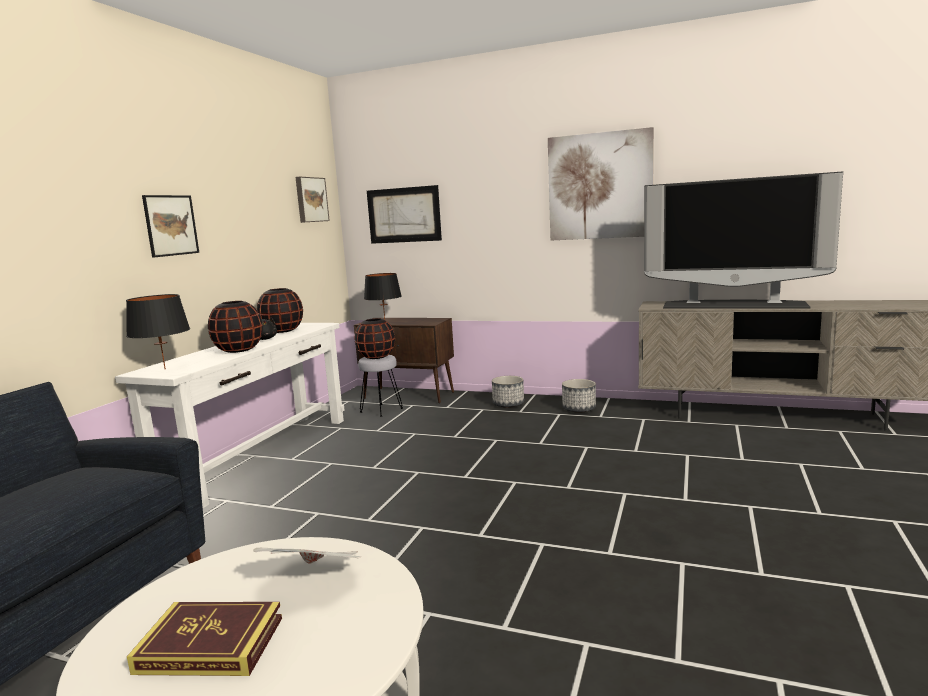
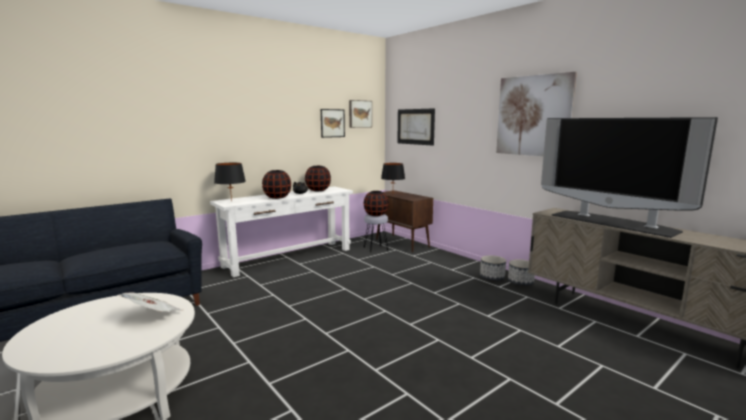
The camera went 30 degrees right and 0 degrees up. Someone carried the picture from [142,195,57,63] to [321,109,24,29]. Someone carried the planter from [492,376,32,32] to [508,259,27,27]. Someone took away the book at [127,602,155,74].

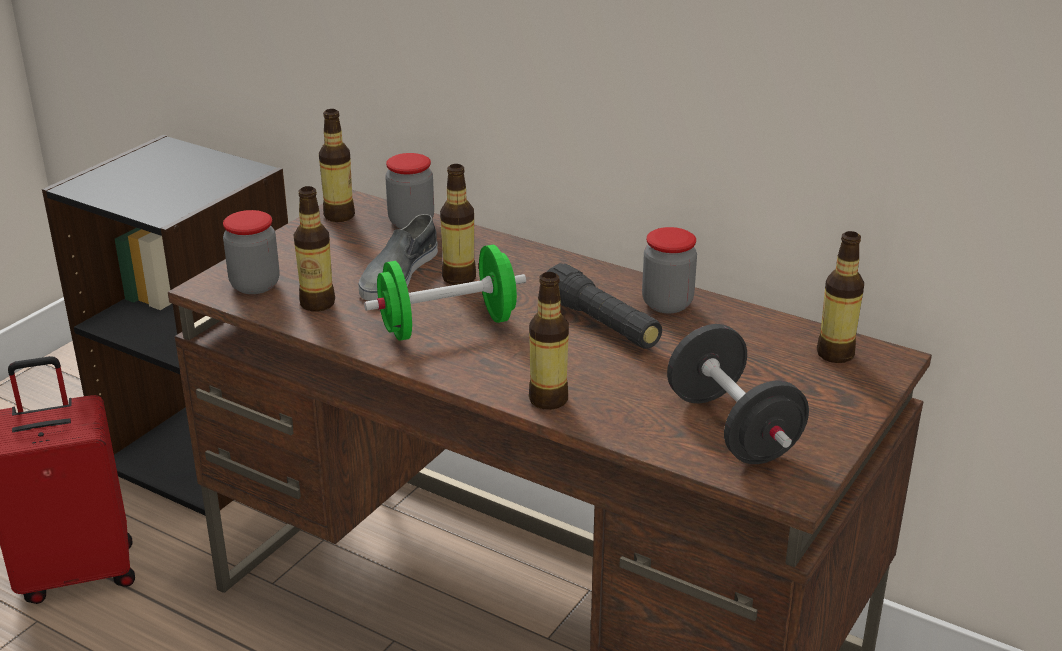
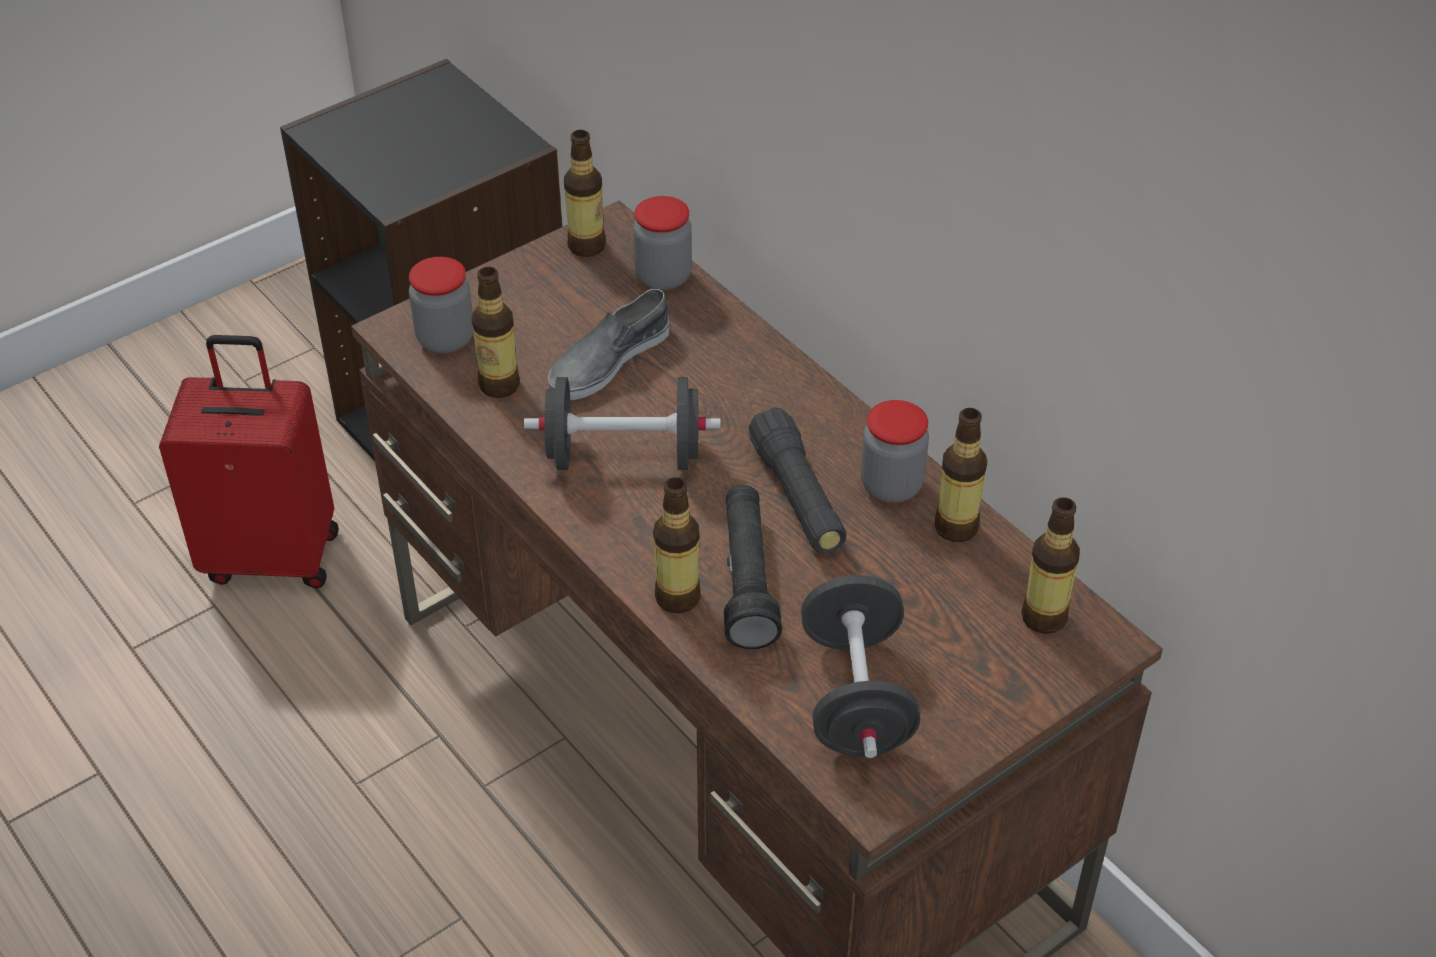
The camera went 20 degrees right and 15 degrees up. Someone repainted the green dumbbell at [364,245,162,96], which became the black dumbbell at [524,377,197,93]. Someone put down the black flashlight at [724,485,58,164]. Someone carried the bottle from [440,164,36,121] to [935,408,52,134].

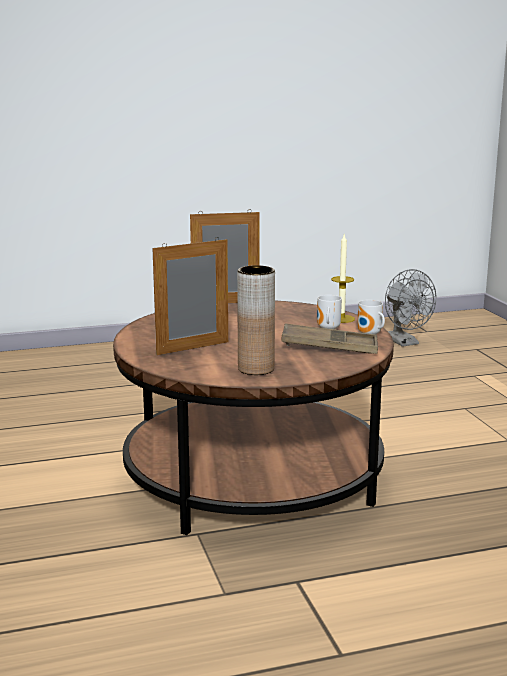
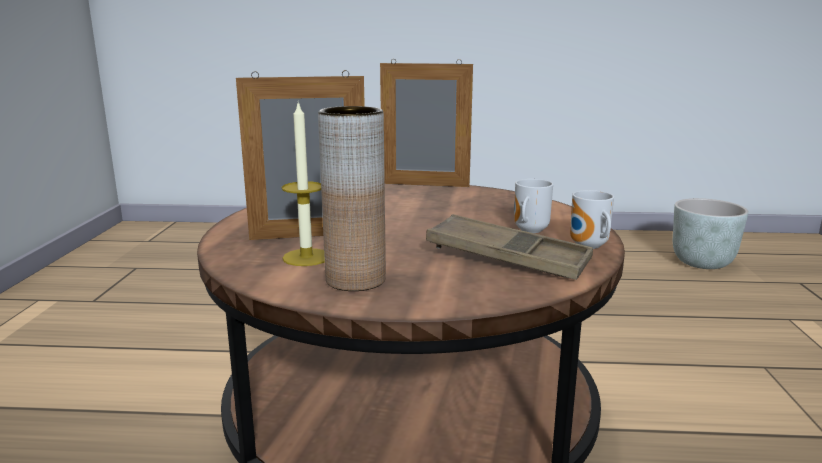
The camera went 20 degrees right and 0 degrees up. Someone carried the candle from [331,235,24,88] to [281,102,44,164]. Someone swapped the grey fan at [385,269,52,78] for the grey planter at [673,198,76,71].

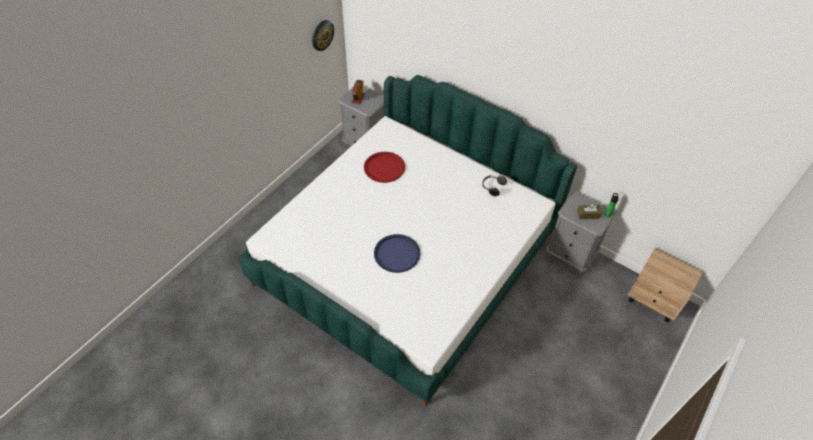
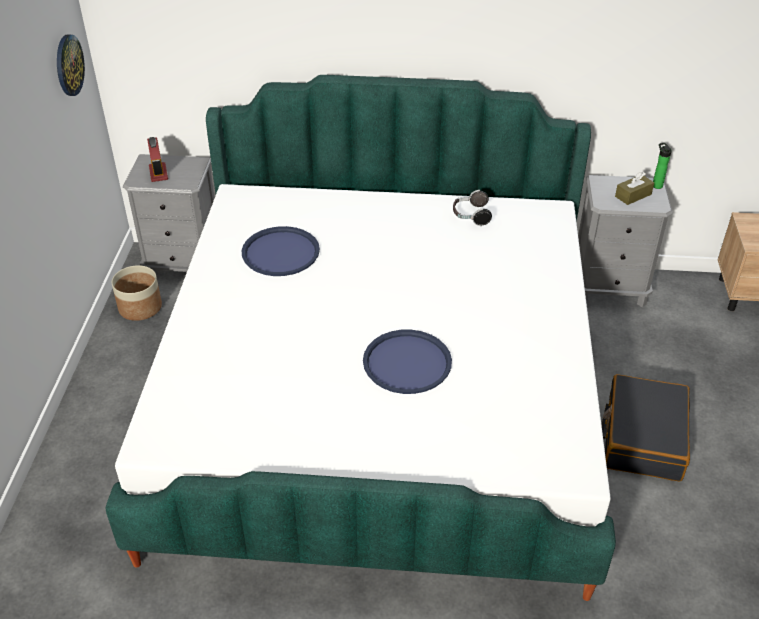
The camera went 30 degrees left and 10 degrees down. Someone put down the planter at [112,265,50,56]. Someone repainted the red tray at [364,152,41,31], which became the blue tray at [241,226,79,50]. Someone put down the black suitcase at [602,374,88,108].

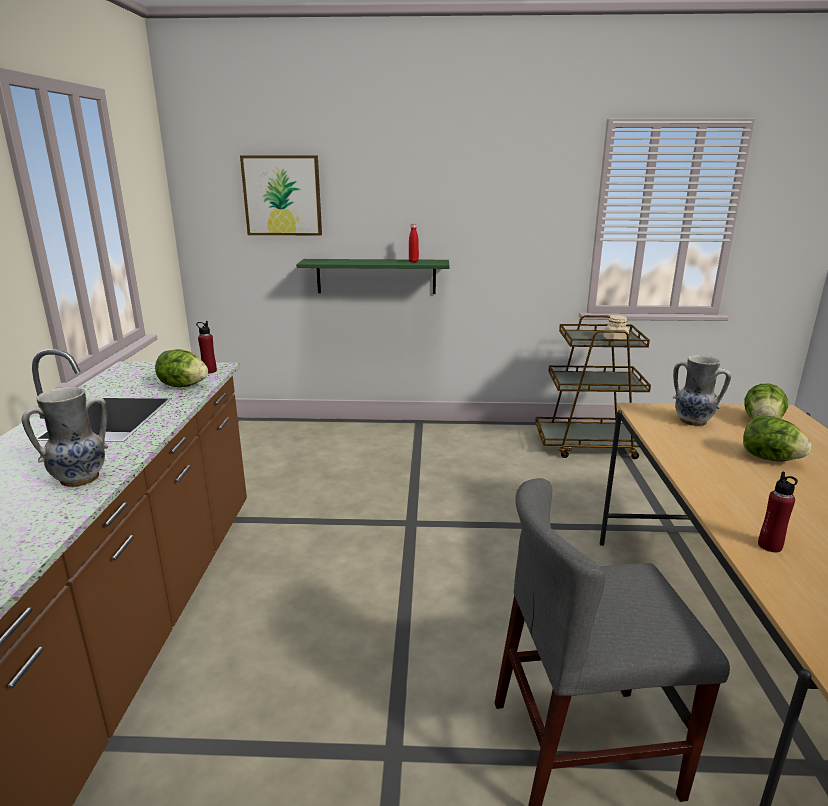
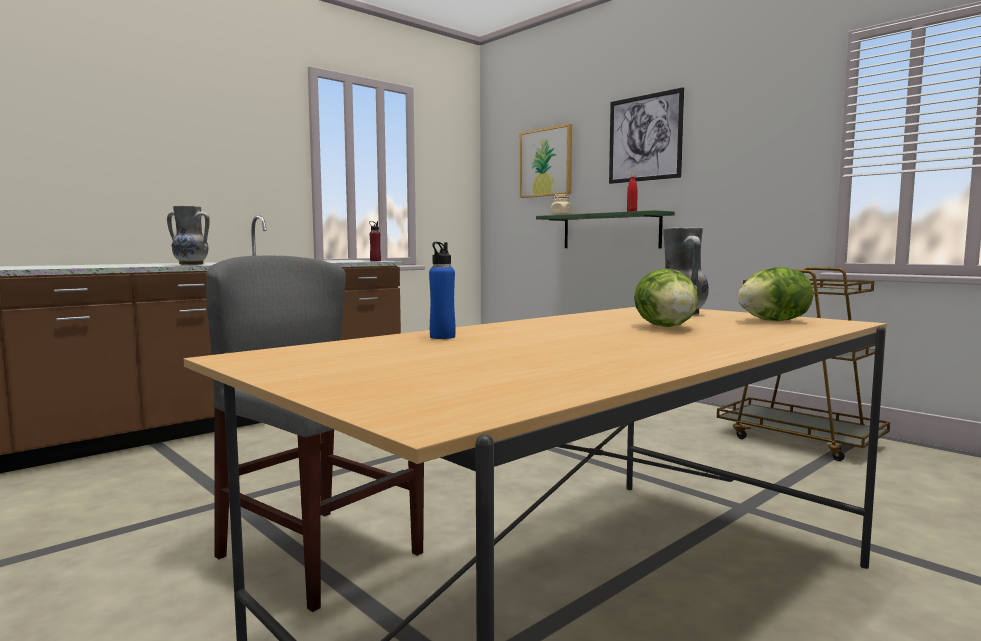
The camera went 45 degrees right and 15 degrees down. Someone repainted the red bottle at [758,472,40,80], which became the blue bottle at [429,242,27,97]. Someone carried the beige jar from [603,315,26,24] to [551,194,21,21]. Someone put up the picture at [609,87,75,97]. Someone took away the lettuce at [155,349,53,38].

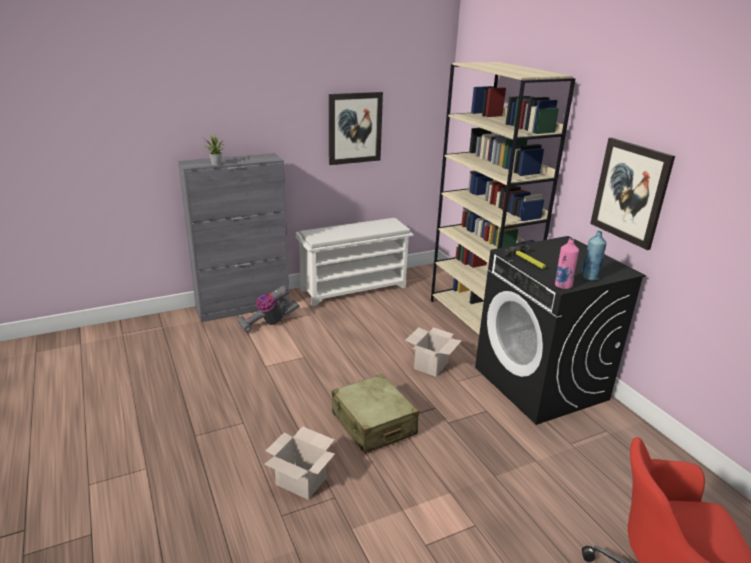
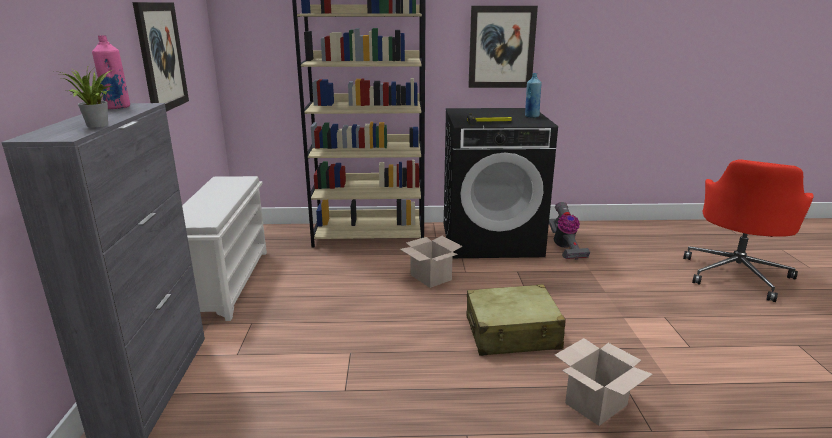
The camera went 65 degrees left and 5 degrees down. Someone carried the pink bottle from [555,238,24,51] to [92,35,38,74]. Someone carried the vacuum cleaner from [237,285,63,48] to [549,202,41,58].

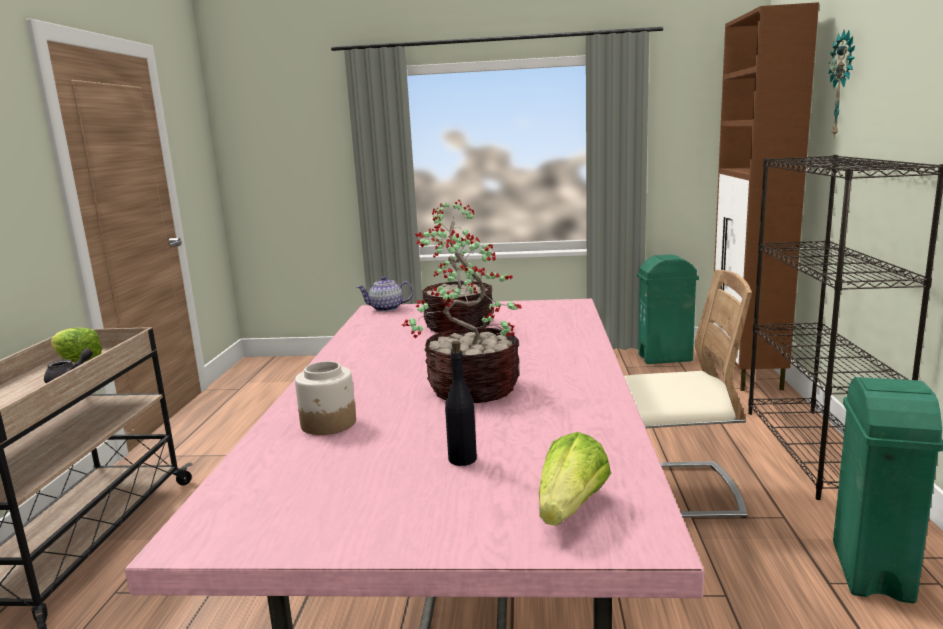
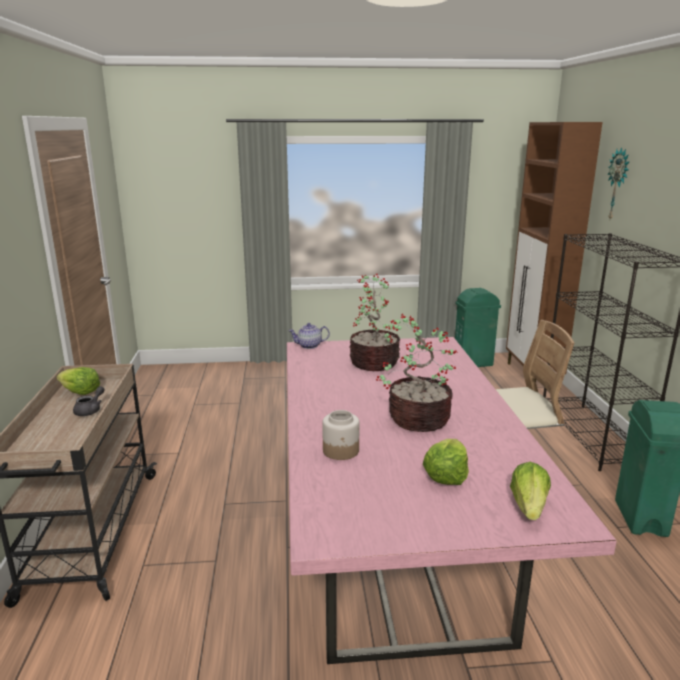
The camera went 10 degrees left and 5 degrees up. Someone swapped the black bottle at [445,341,32,125] for the lettuce at [423,439,46,46].

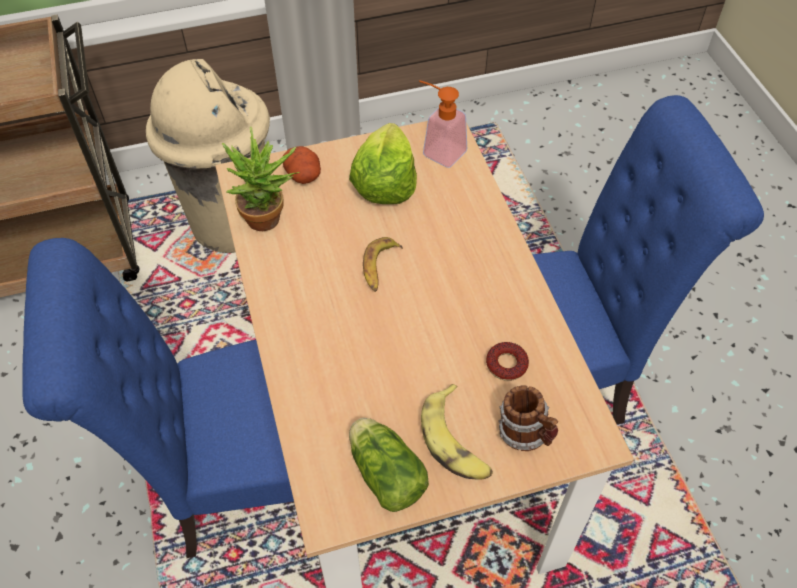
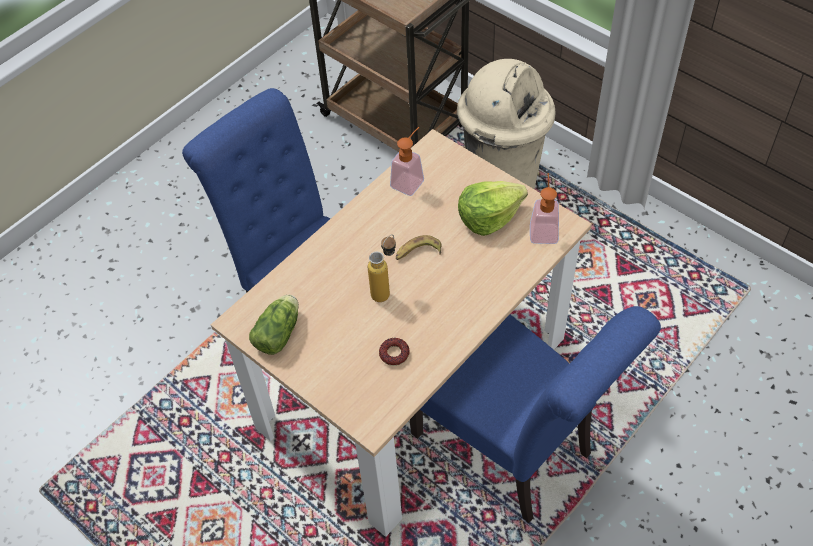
The camera went 60 degrees right and 0 degrees up. Someone put down the bottle at [368,235,28,67]. Someone swapped the potted plant at [222,127,77,104] for the soap dispenser at [390,127,34,69]. Someone took away the potato at [283,146,38,38]. Someone took away the banana at [421,384,72,96]. Someone took away the mug at [498,385,60,66].

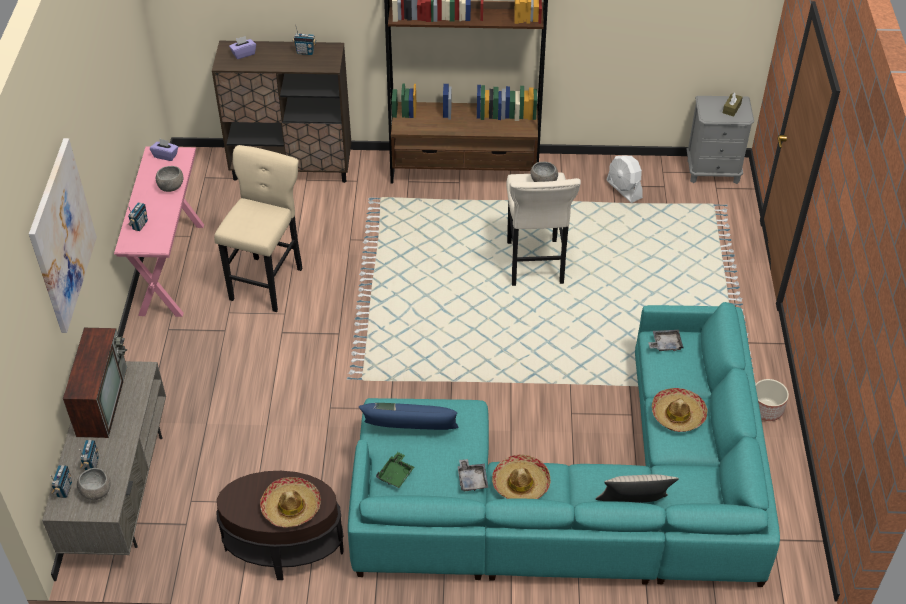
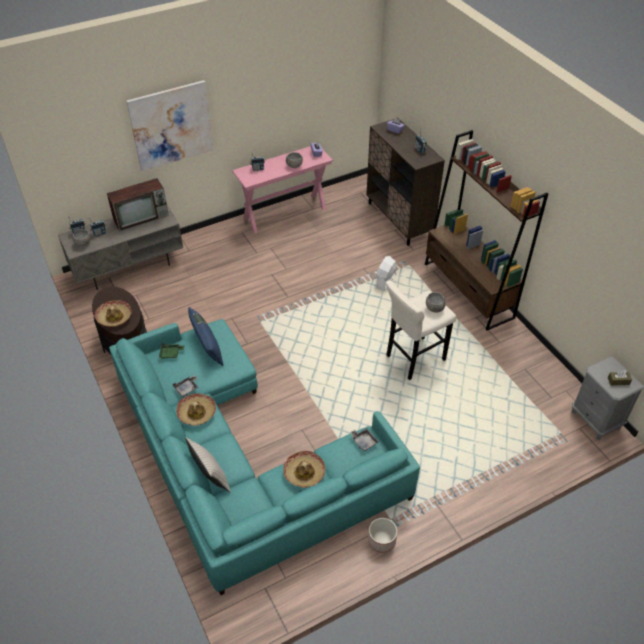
The camera went 60 degrees right and 0 degrees up. Someone carried the white fan from [606,156,37,47] to [376,256,20,35]. Someone took away the beige stool at [214,145,89,167].

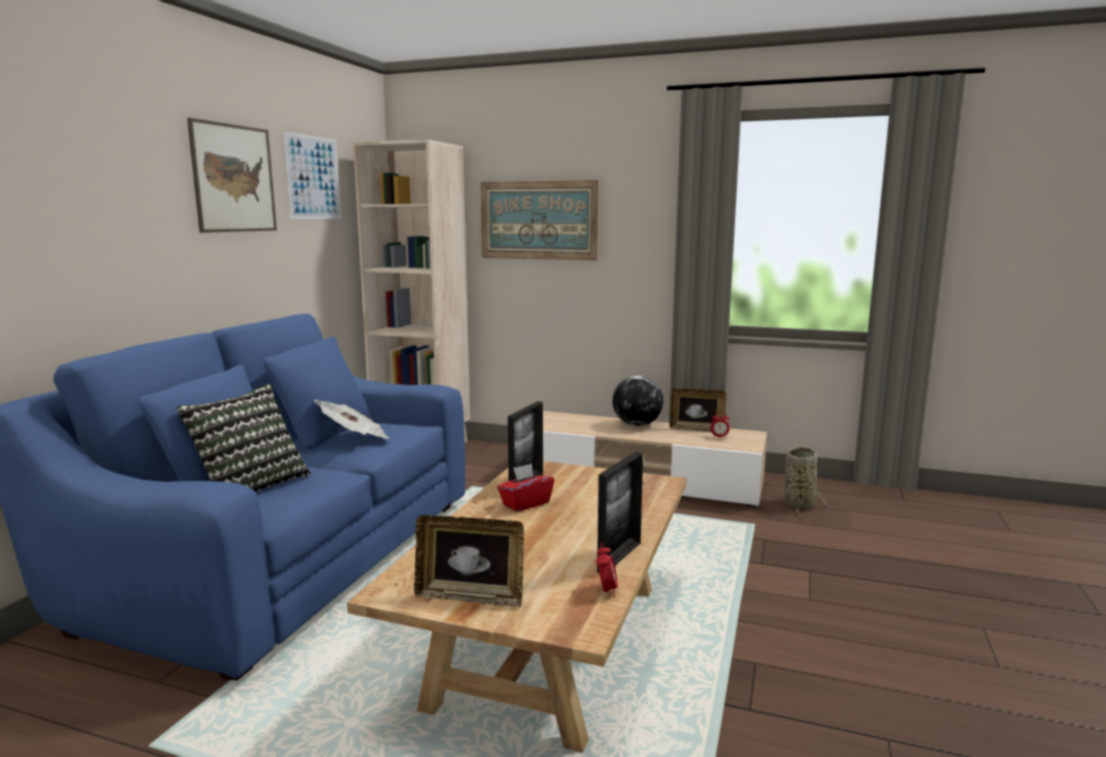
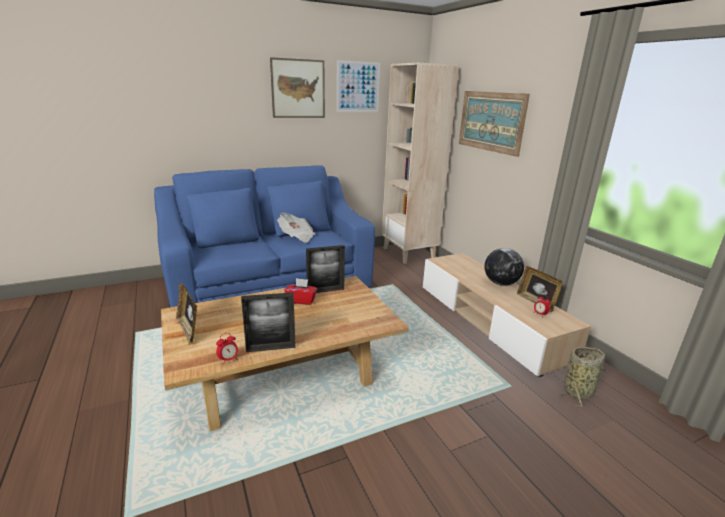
The camera went 45 degrees right and 10 degrees up. Someone took away the pillow at [176,384,135,108].

